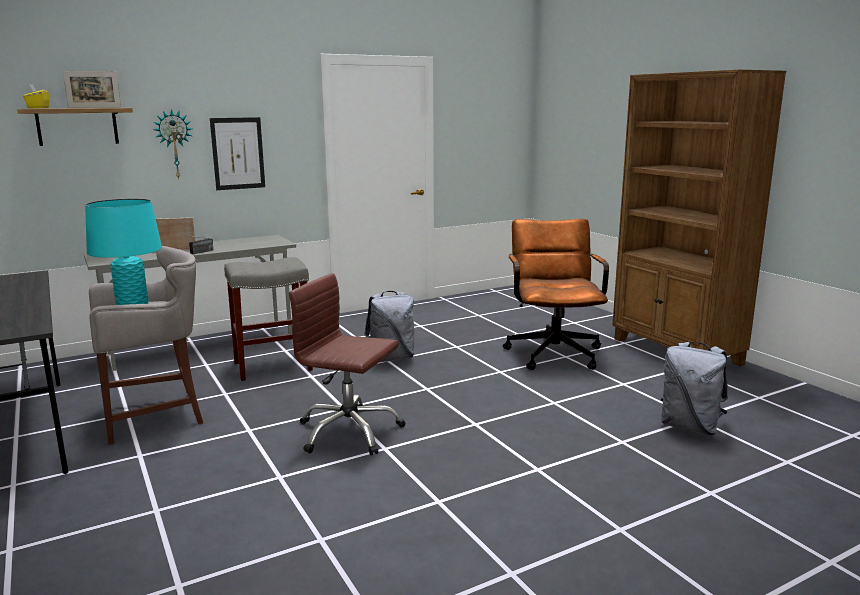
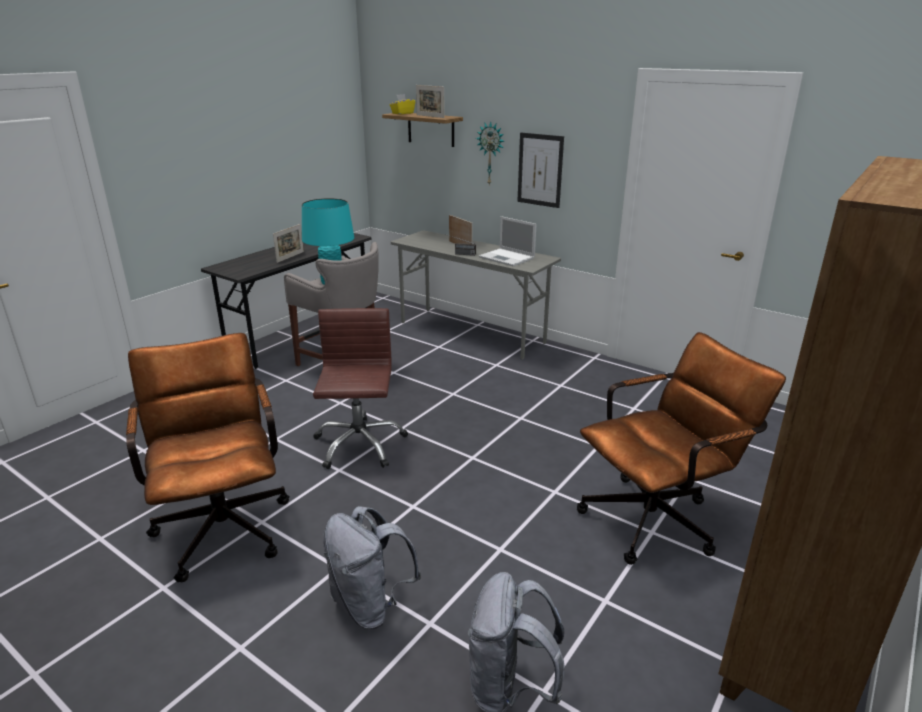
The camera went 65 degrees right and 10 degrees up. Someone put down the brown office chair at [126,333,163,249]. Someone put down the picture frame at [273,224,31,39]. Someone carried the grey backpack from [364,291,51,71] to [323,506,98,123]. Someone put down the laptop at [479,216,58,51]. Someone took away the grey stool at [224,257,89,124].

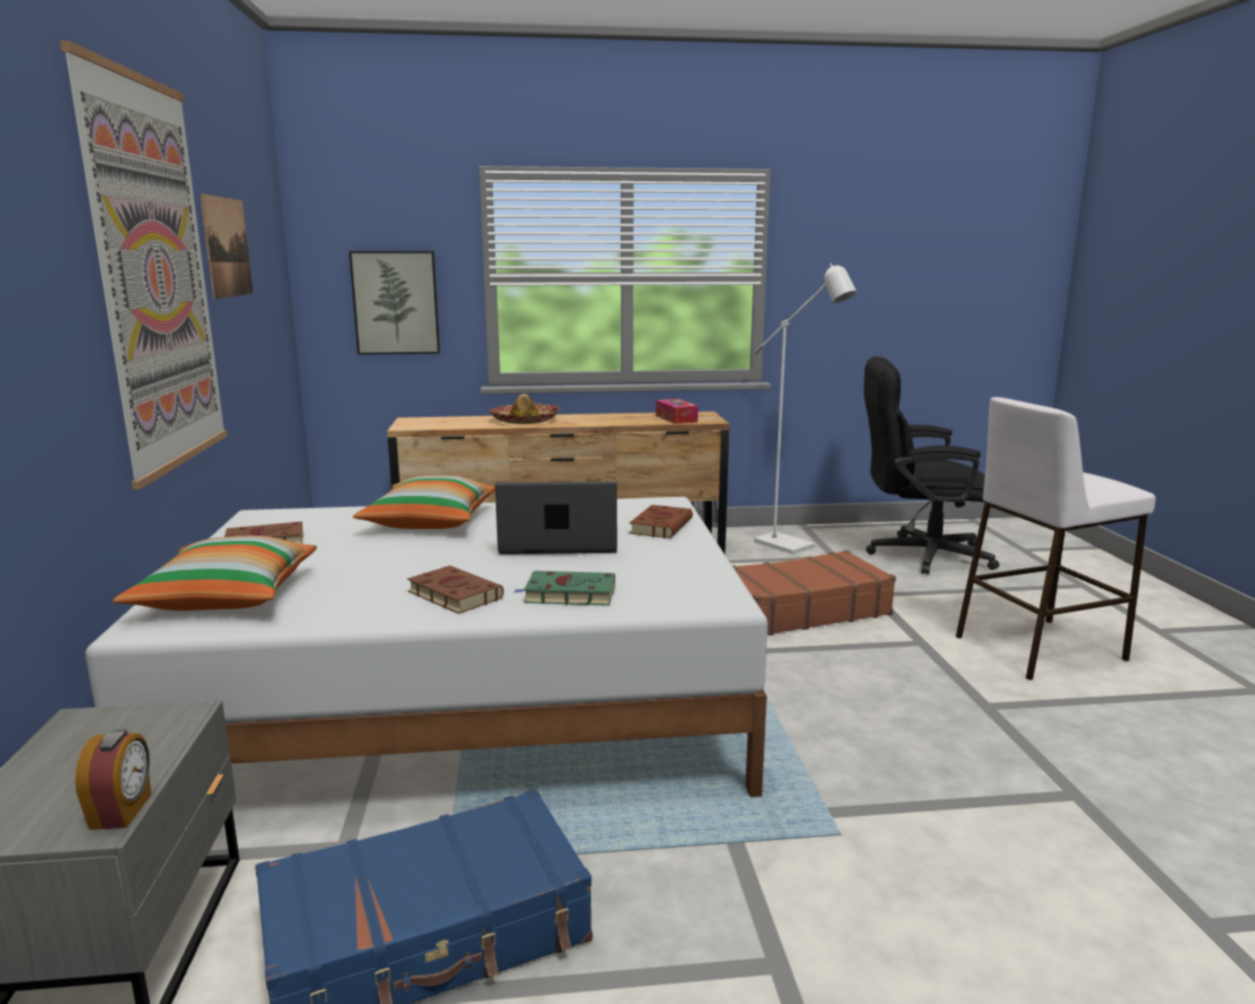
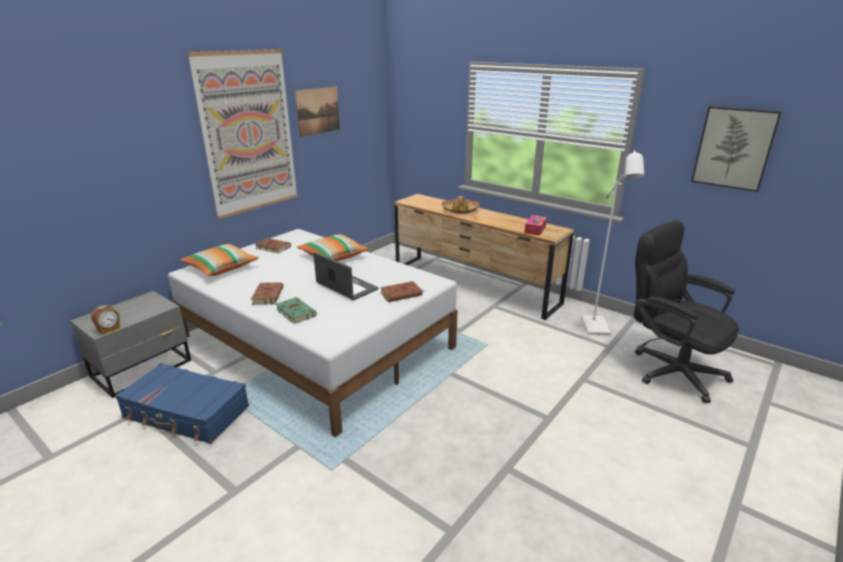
The camera went 45 degrees right and 10 degrees up. Someone carried the picture from [349,251,91,104] to [691,106,91,86]. Someone took away the brown suitcase at [733,550,163,86]. Someone took away the white stool at [956,397,200,283].

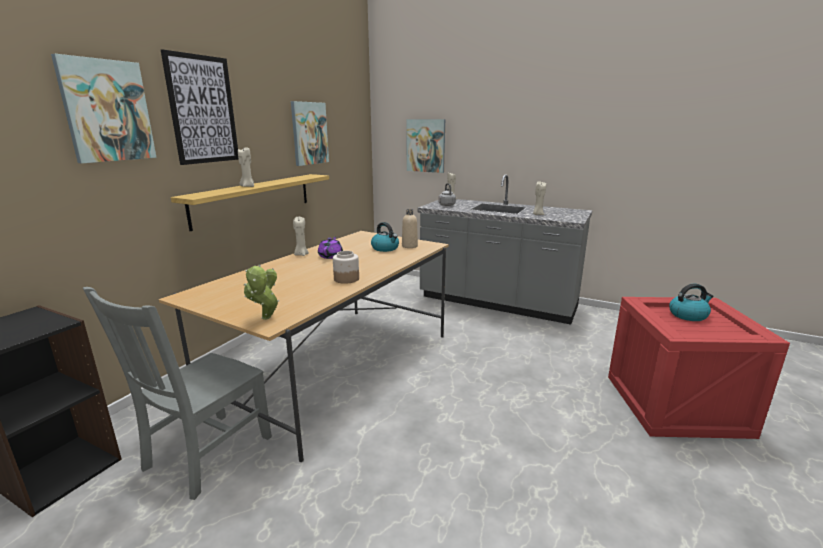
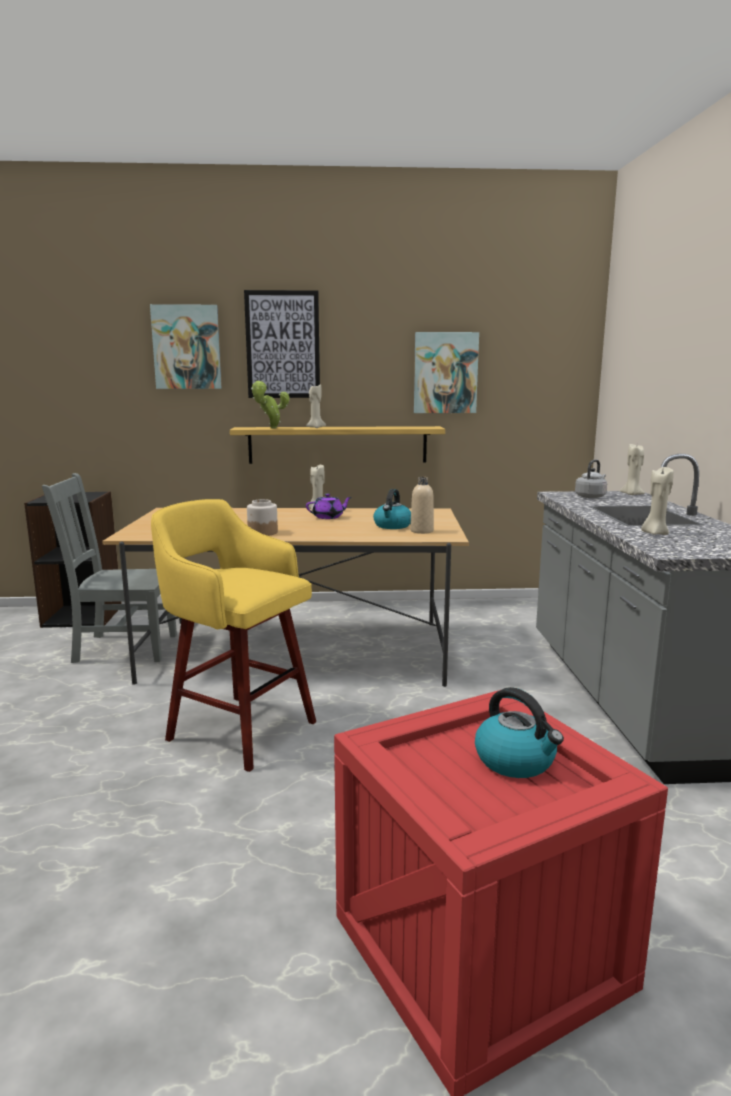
The camera went 60 degrees right and 5 degrees down. Someone put down the yellow stool at [151,499,165,273]. Someone carried the potted plant from [244,265,35,55] to [251,380,39,49]. Someone took away the picture at [406,119,39,54].

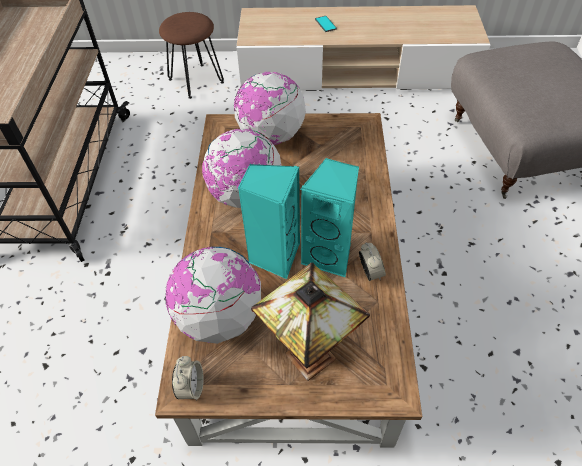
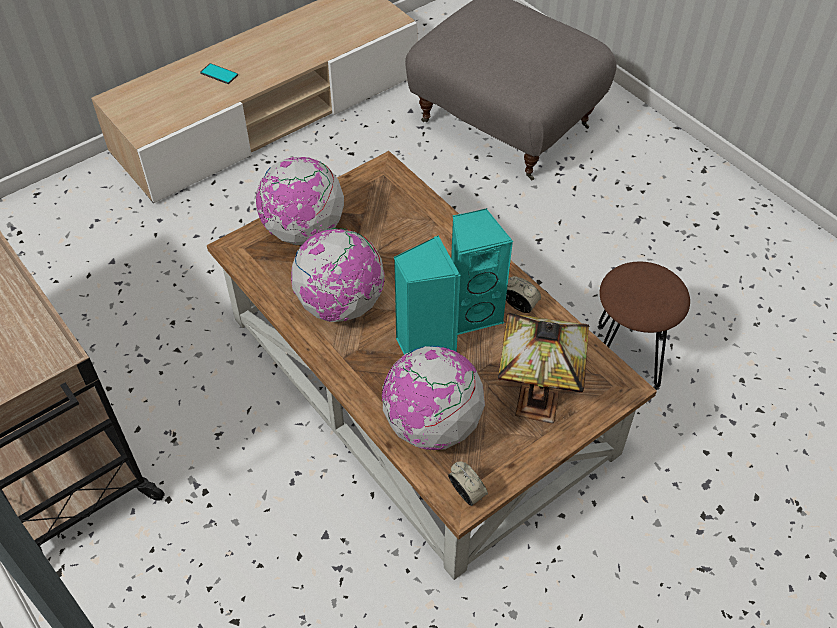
The camera went 40 degrees left and 0 degrees up. Someone carried the brown stool from [159,12,65,87] to [598,262,92,128].

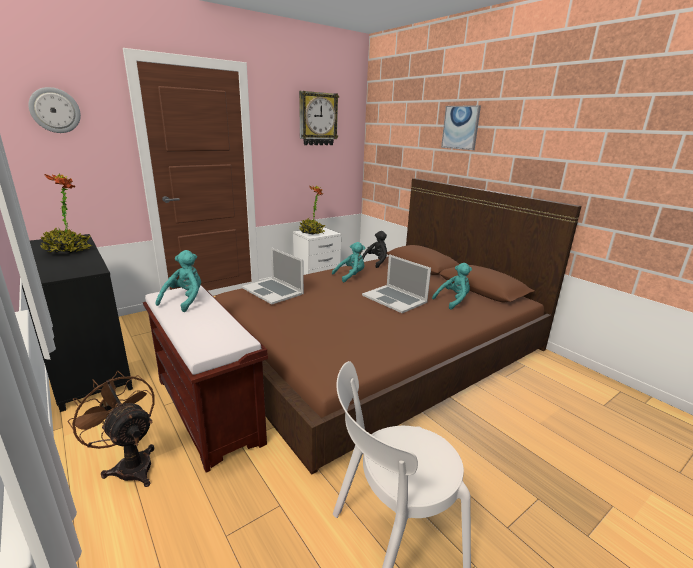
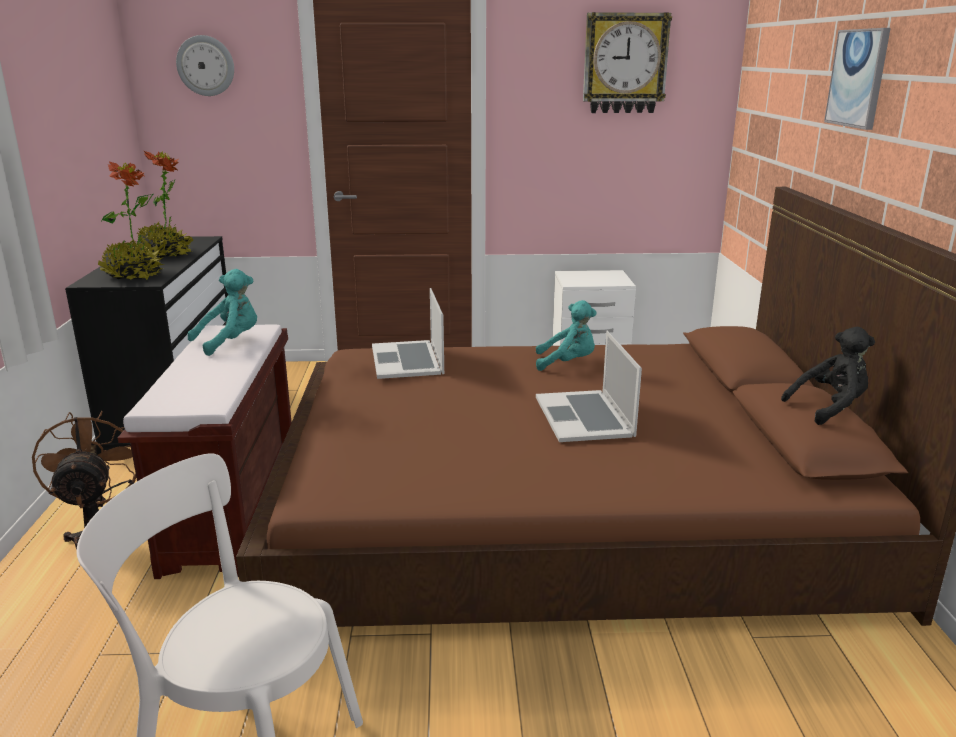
The camera went 35 degrees right and 0 degrees up. Someone carried the potted plant from [299,186,26,48] to [98,161,67,119]. Someone carried the black plush toy from [362,231,25,37] to [781,327,94,98]. Someone took away the turquoise plush toy at [432,263,40,47].

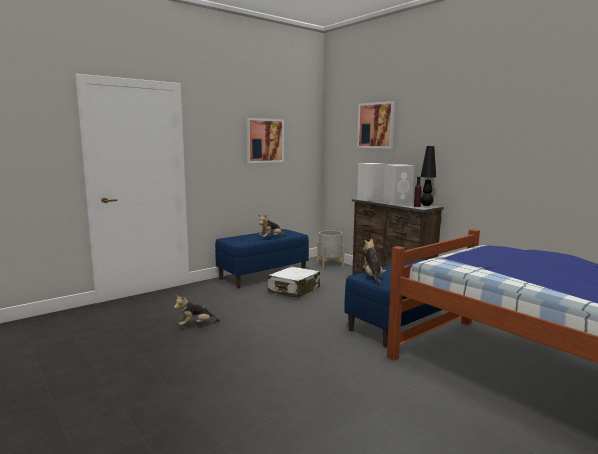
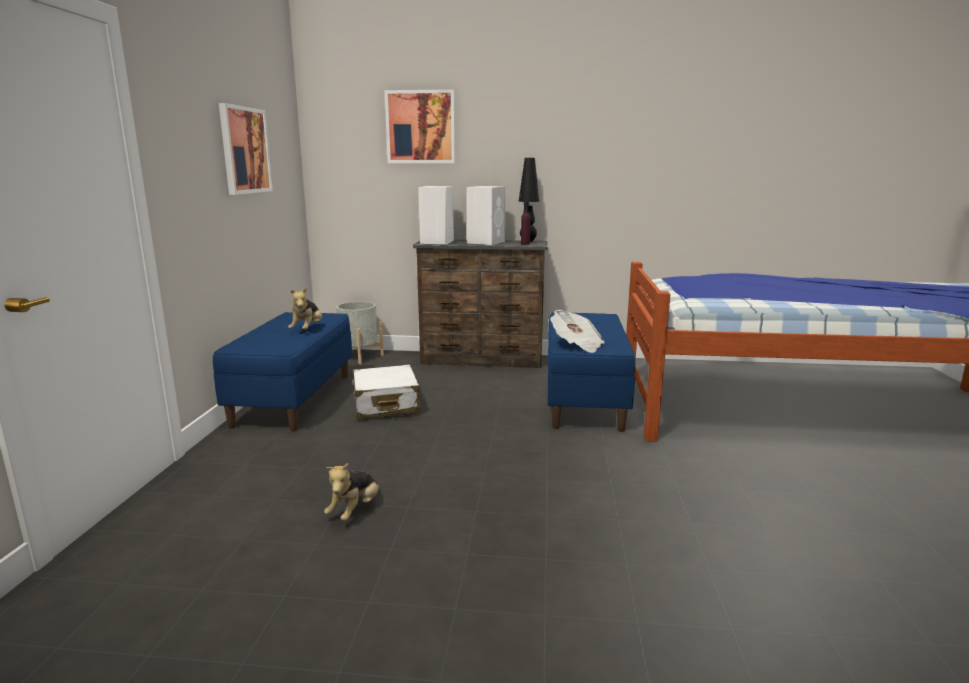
The camera went 45 degrees left and 5 degrees up. Someone swapped the plush toy at [363,239,23,47] for the newspaper at [550,310,54,43].

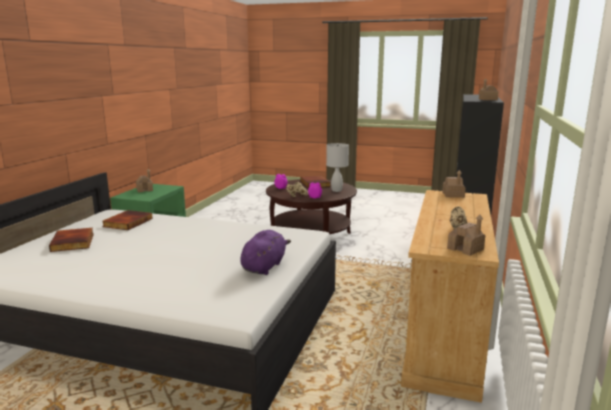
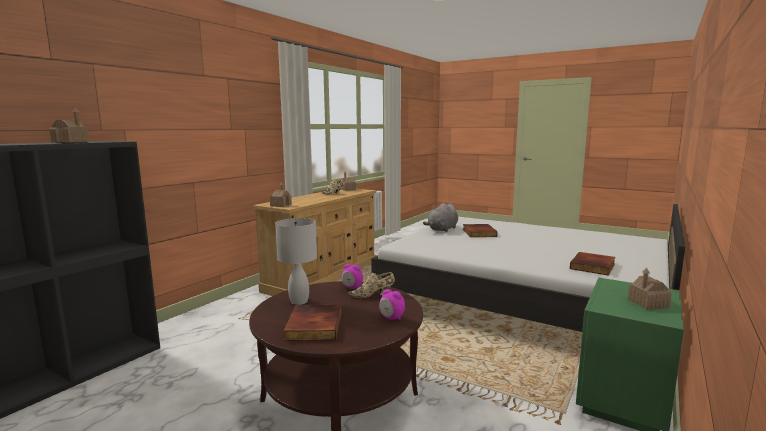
The camera went 165 degrees left and 5 degrees down. Someone repainted the purple plush toy at [240,230,51,45], which became the grey plush toy at [423,203,35,29]. Someone carried the book from [49,228,45,24] to [463,224,34,13].

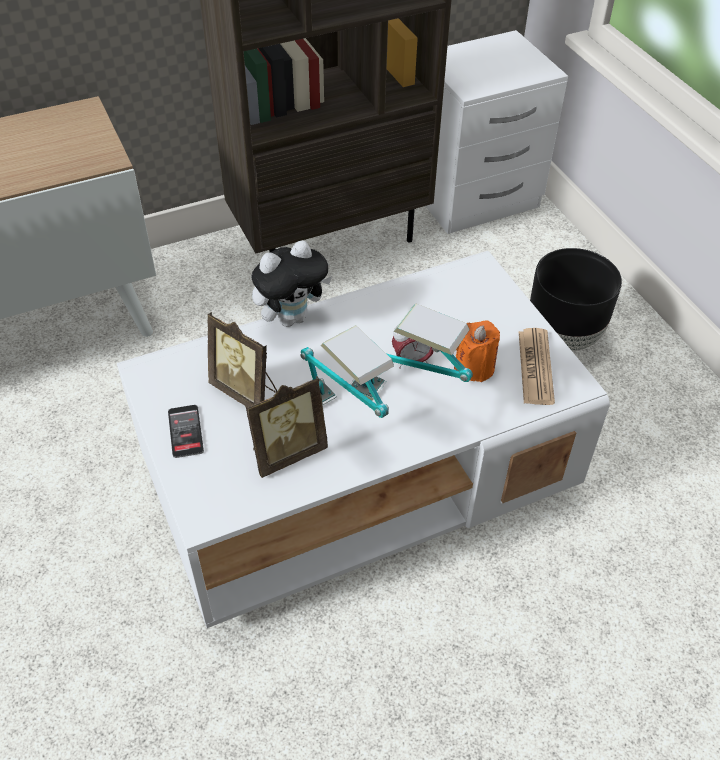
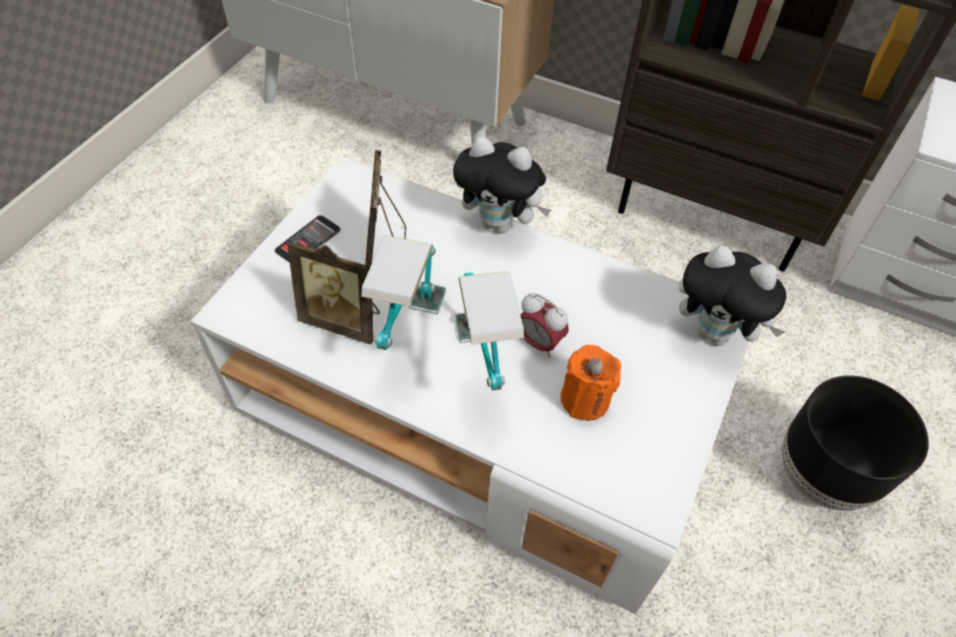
The camera went 50 degrees right and 5 degrees up. Someone put down the plush toy at [679,245,107,101]. Someone took away the newspaper at [519,328,36,77].

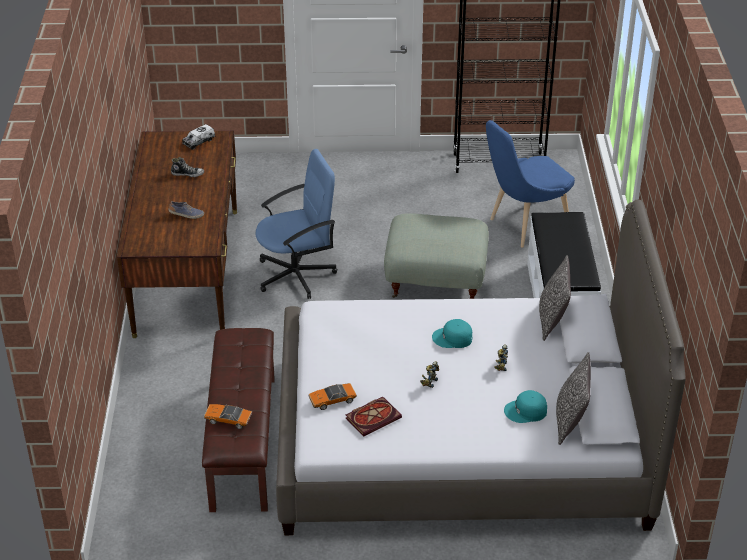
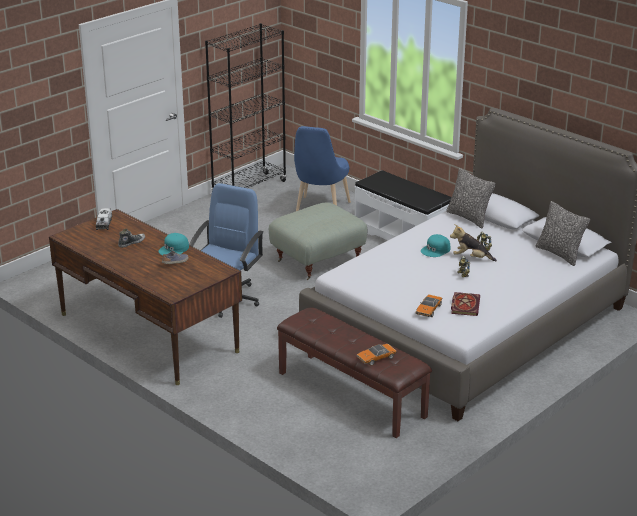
The camera went 45 degrees left and 10 degrees down. Someone carried the turquoise cap from [504,390,43,33] to [158,233,31,22]. Someone put down the plush toy at [450,224,47,37].

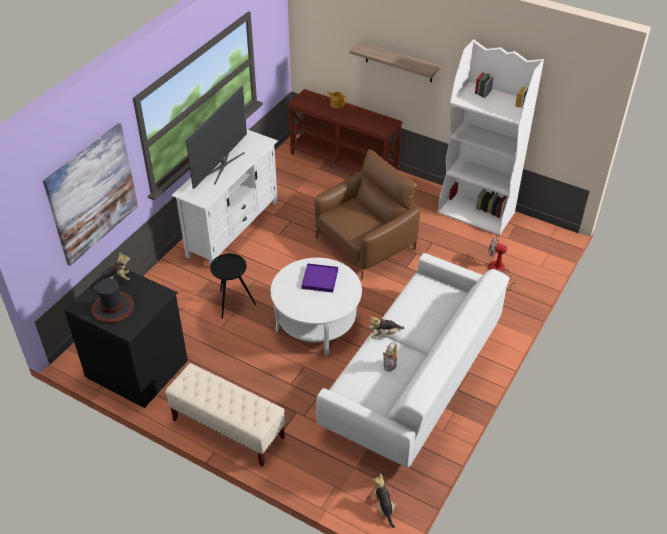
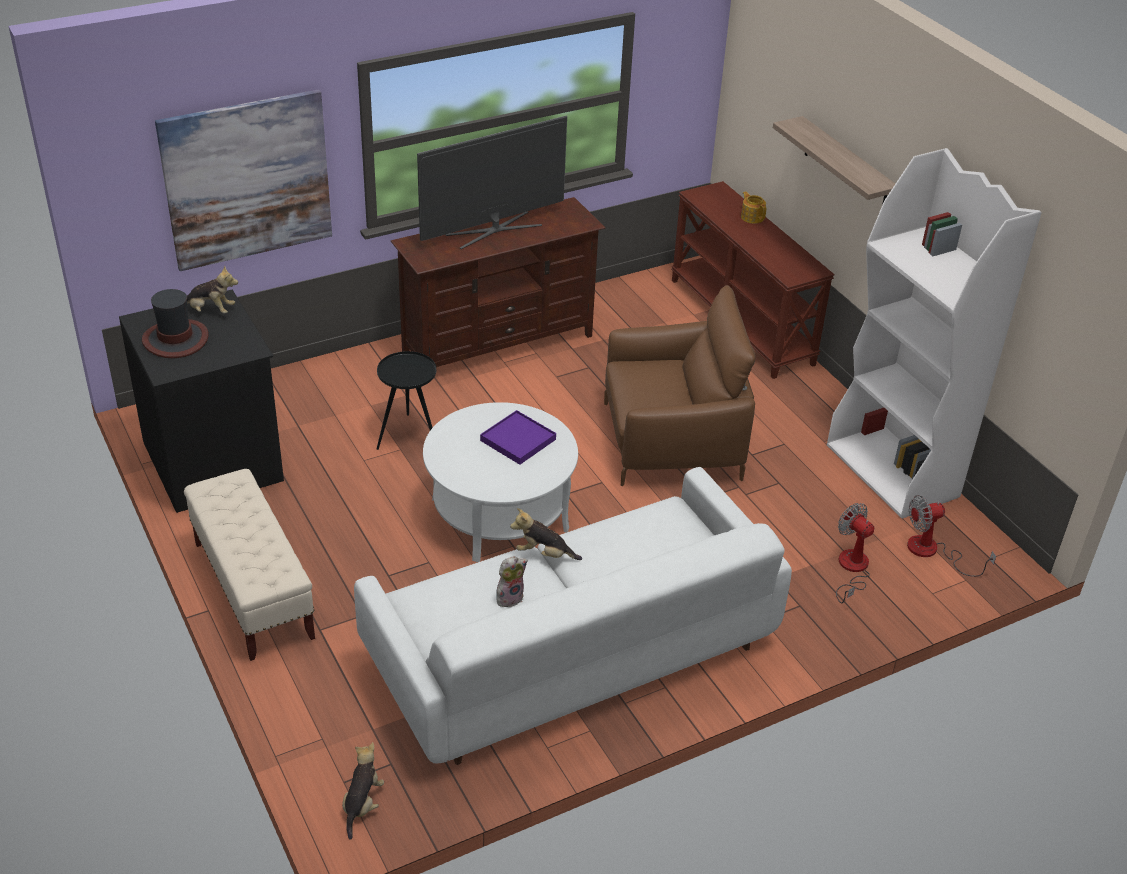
The camera went 30 degrees right and 5 degrees down. Someone repainted the white tv stand at [171,130,107,135], which became the brown tv stand at [391,197,215,170]. Someone put down the fan at [907,495,89,82].

